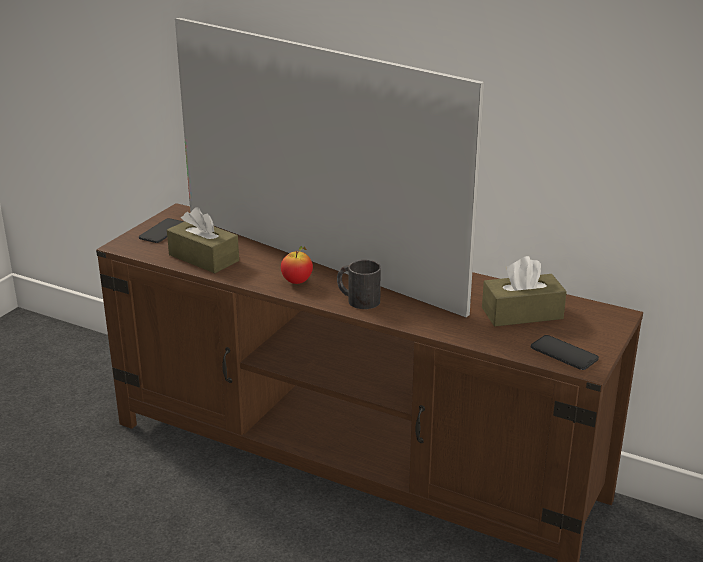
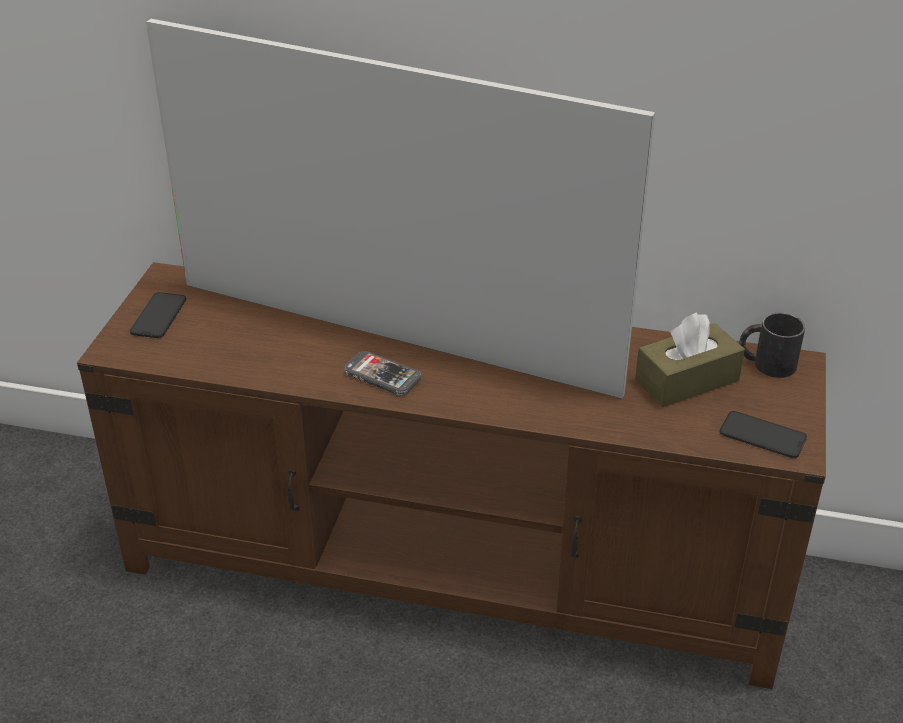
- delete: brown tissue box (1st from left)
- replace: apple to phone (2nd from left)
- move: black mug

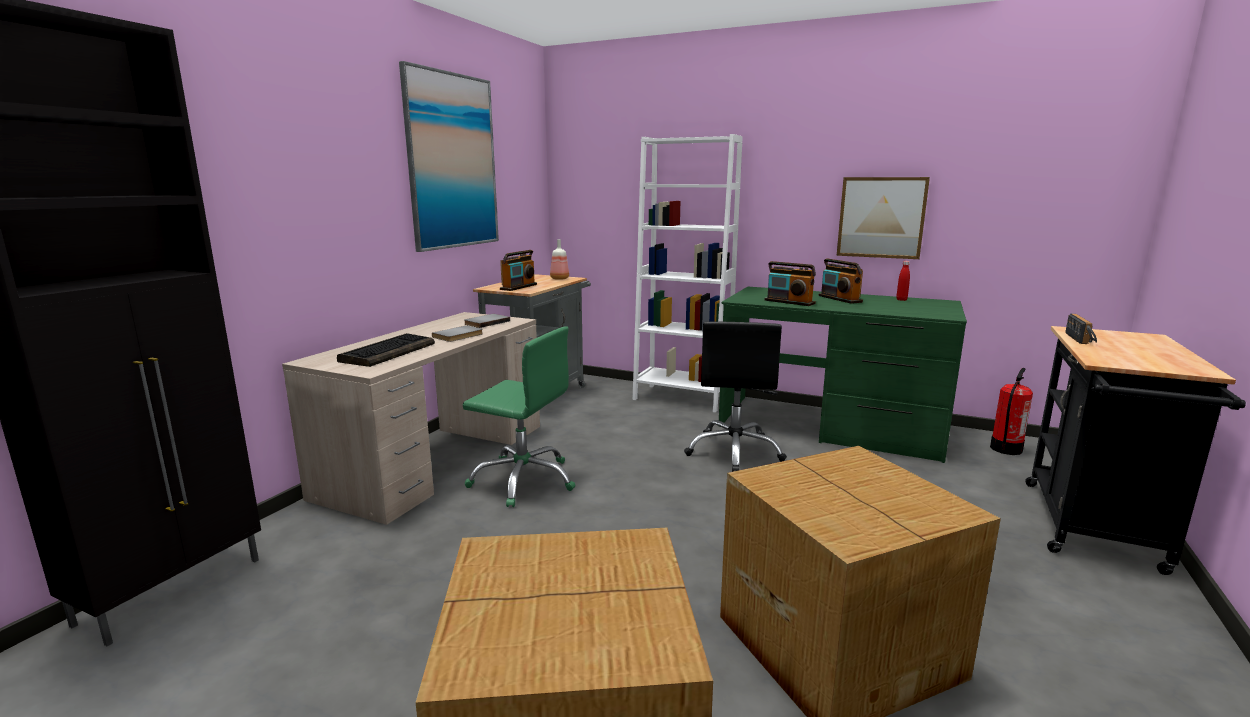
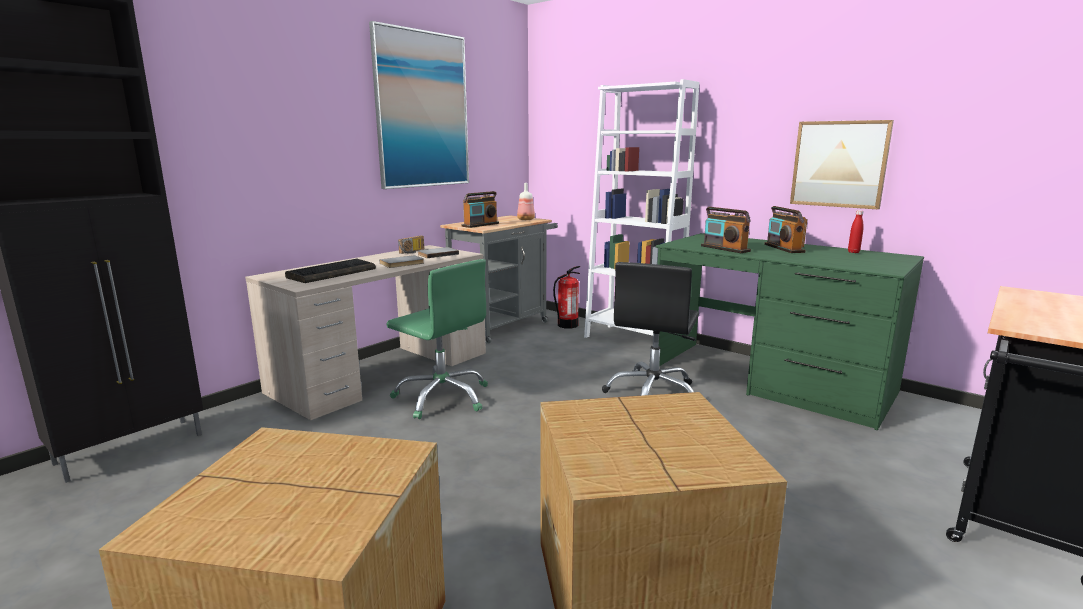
- move: fire extinguisher
- move: radio (4th from left in the first image) to radio (1st from left)

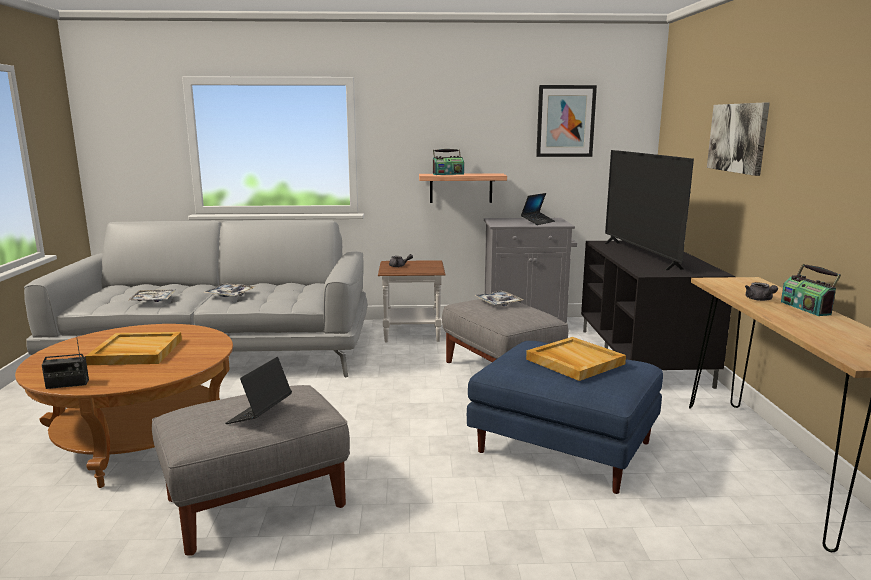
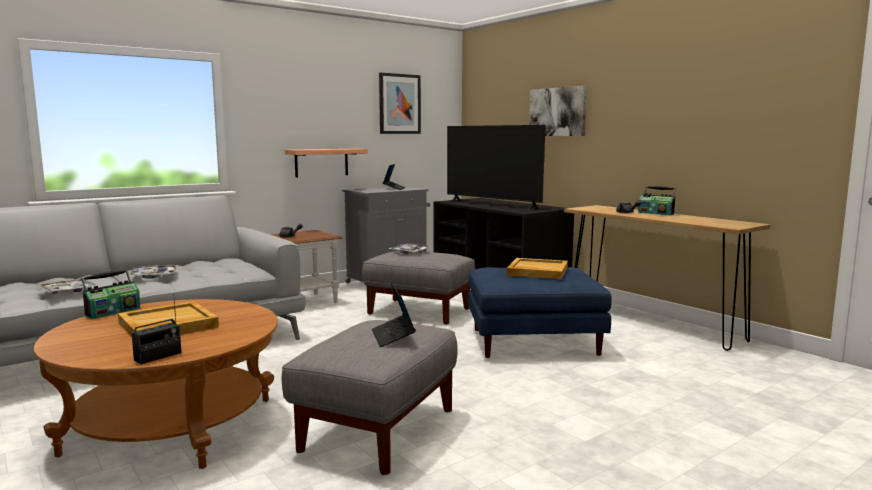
- move: radio (2nd from left in the first image) to radio (1st from left)

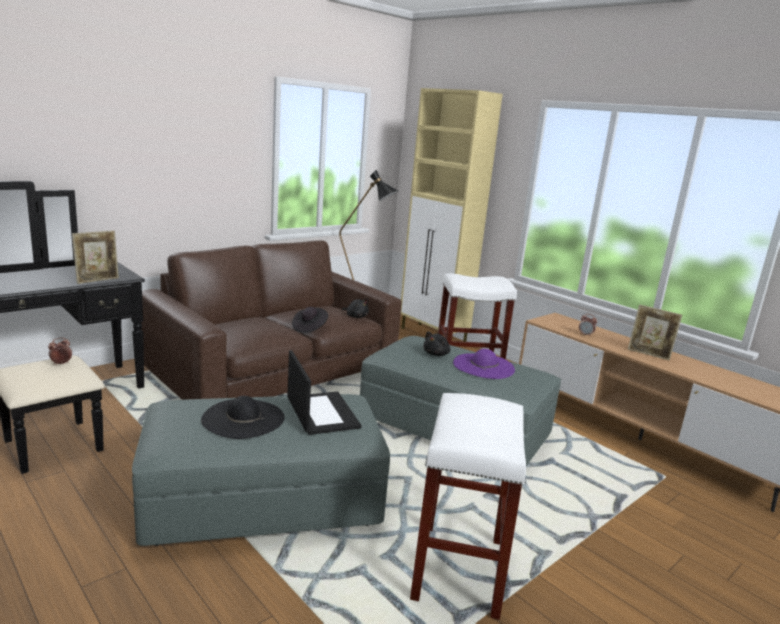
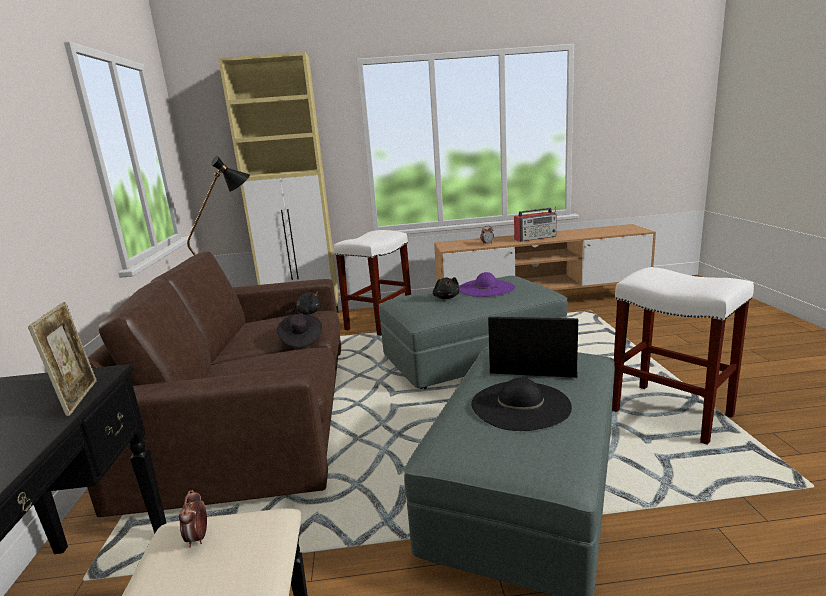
- replace: picture frame (2nd from left) to radio

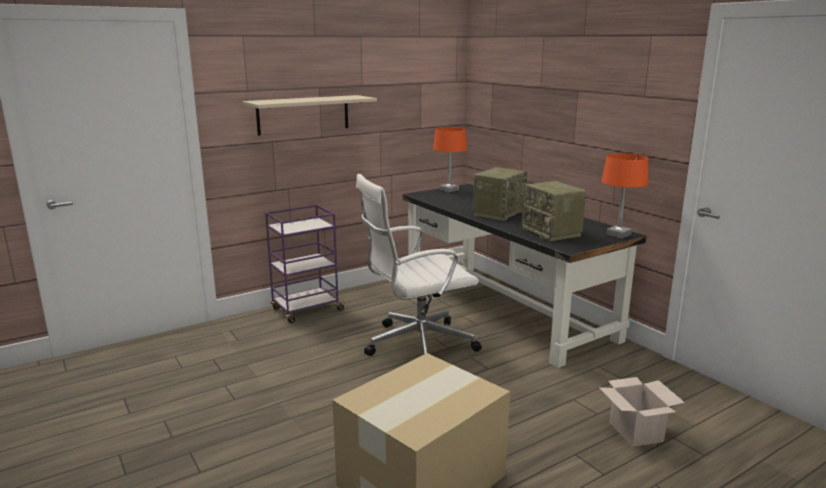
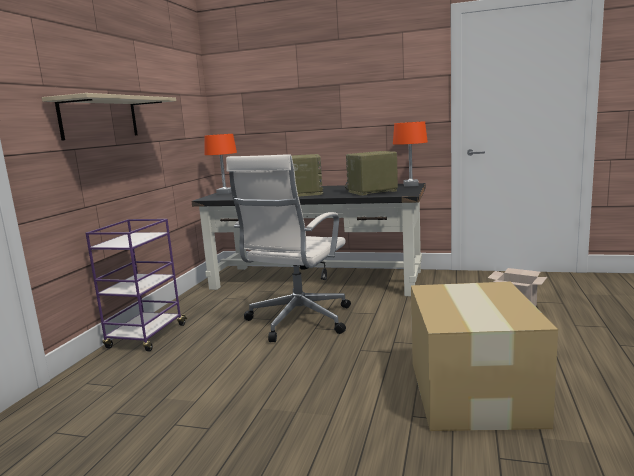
- rotate: radio (2nd from left) 135 degrees clockwise

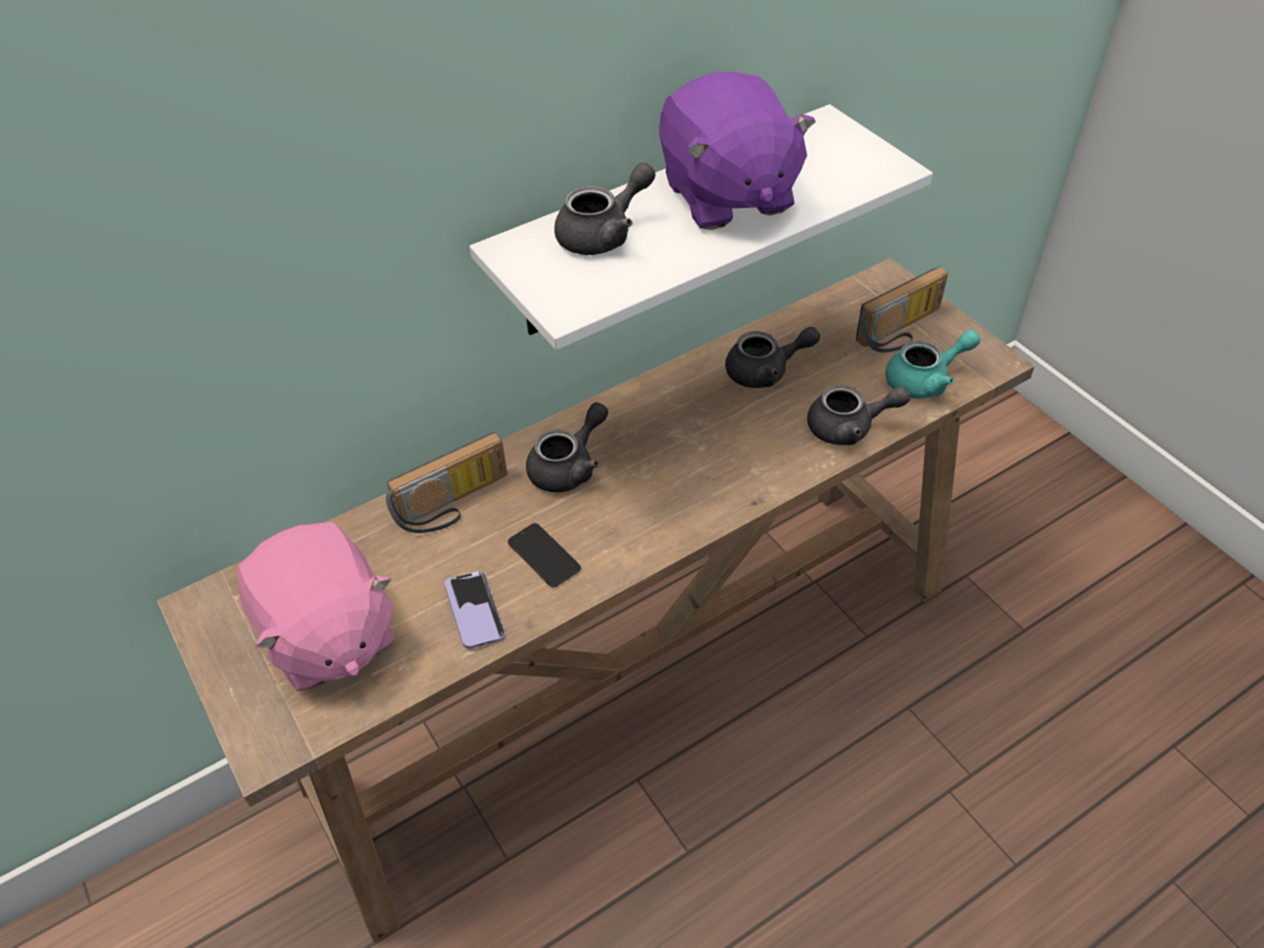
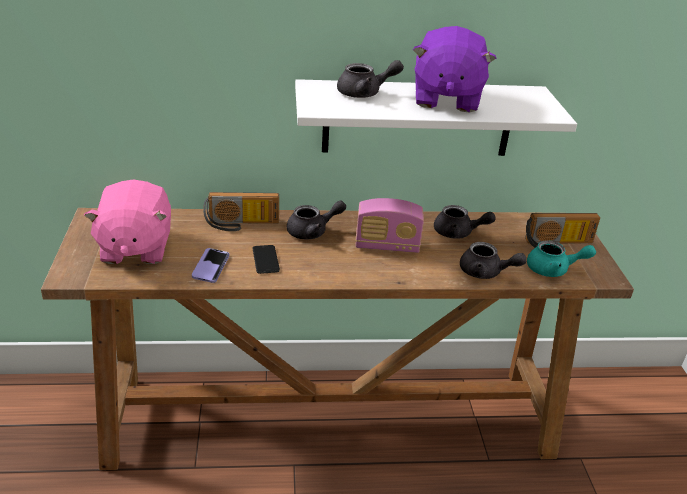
- insert: radio (2nd from left)

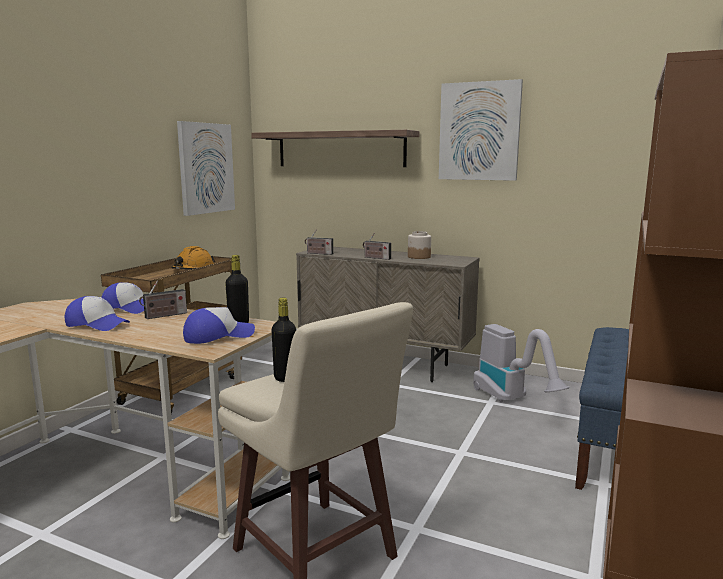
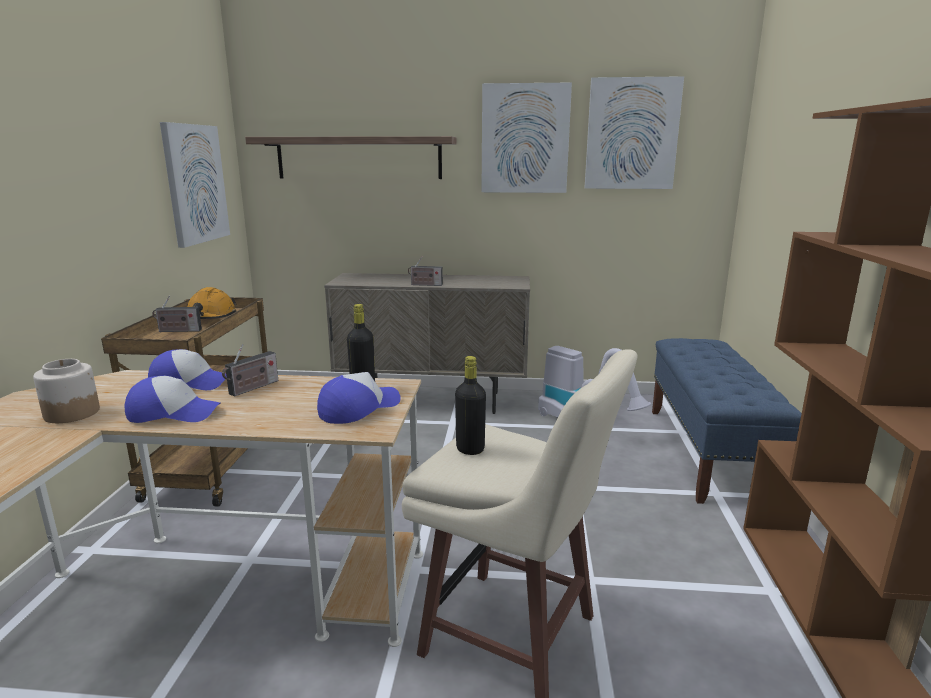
- move: radio (2nd from left in the first image) to radio (1st from left)
- move: jar
- insert: picture (3rd from left)

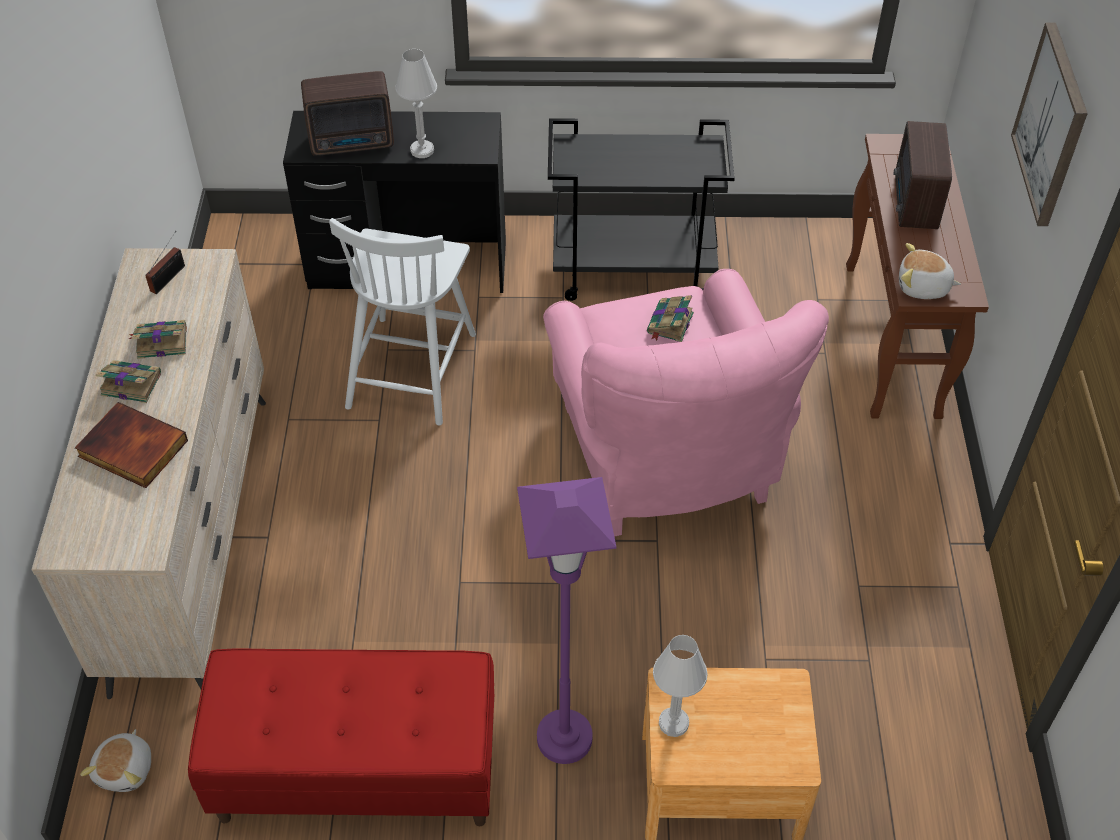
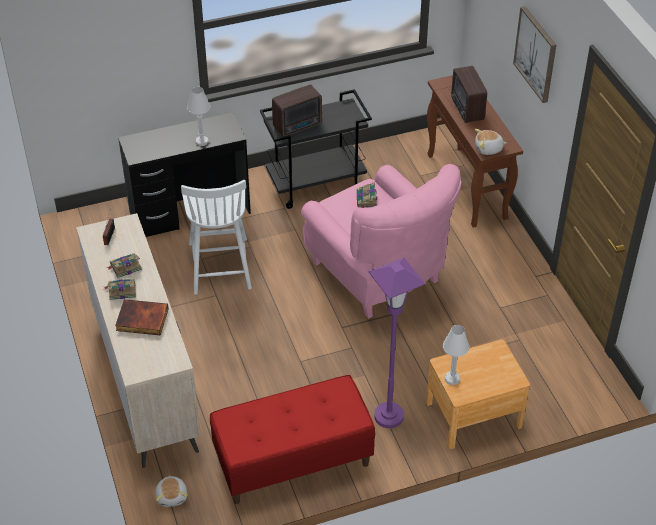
- move: radio (2nd from left)

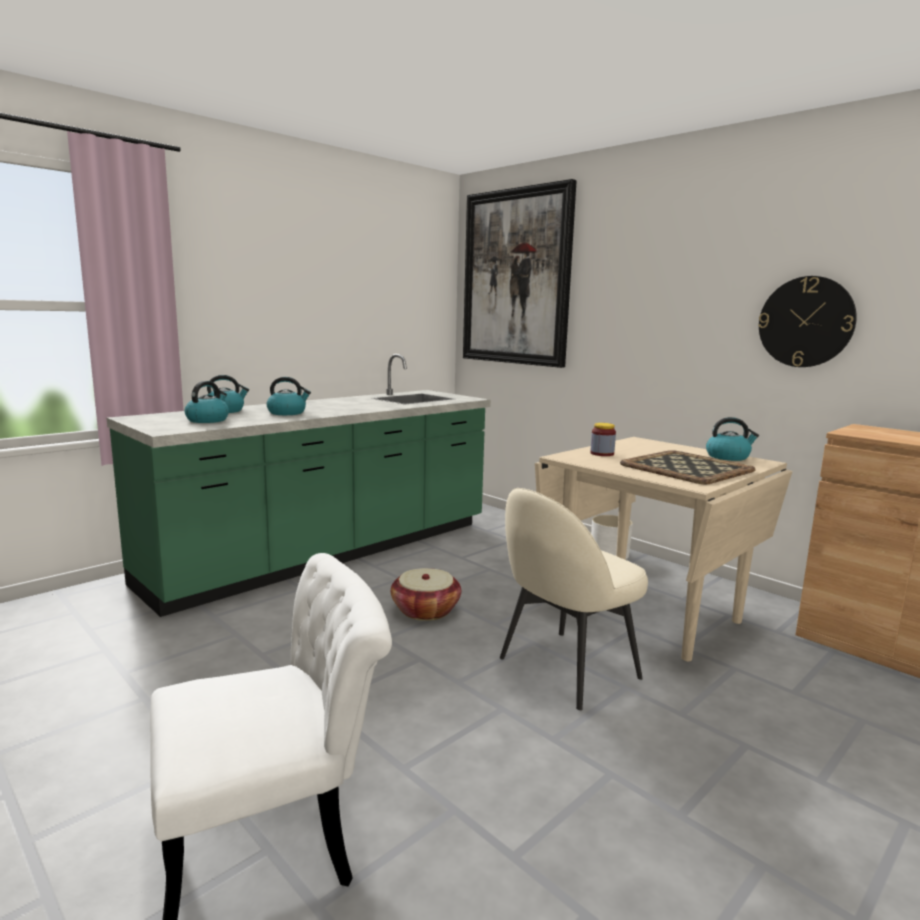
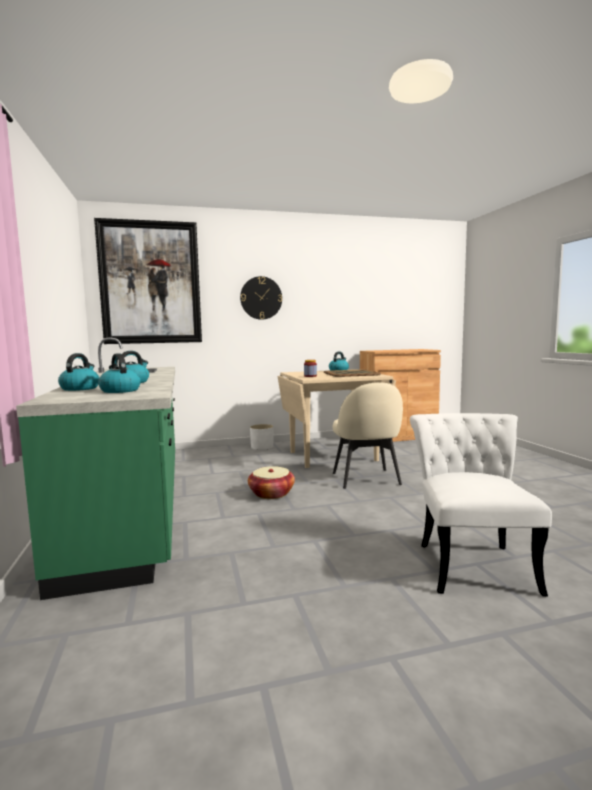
- move: wall clock

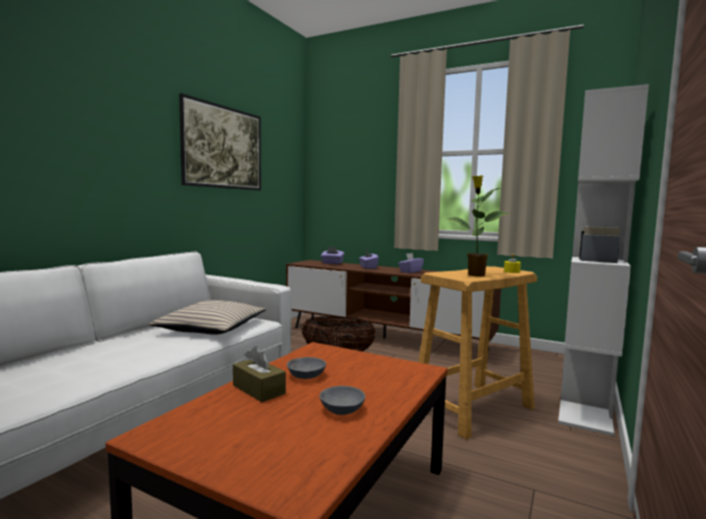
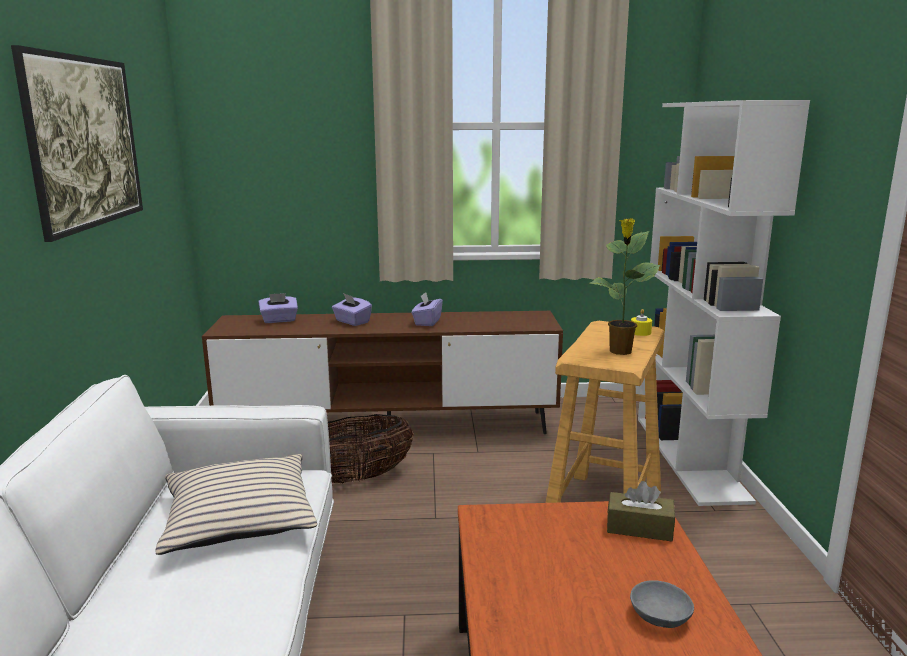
- move: brown tissue box
- delete: grey bowl (1st from left)

